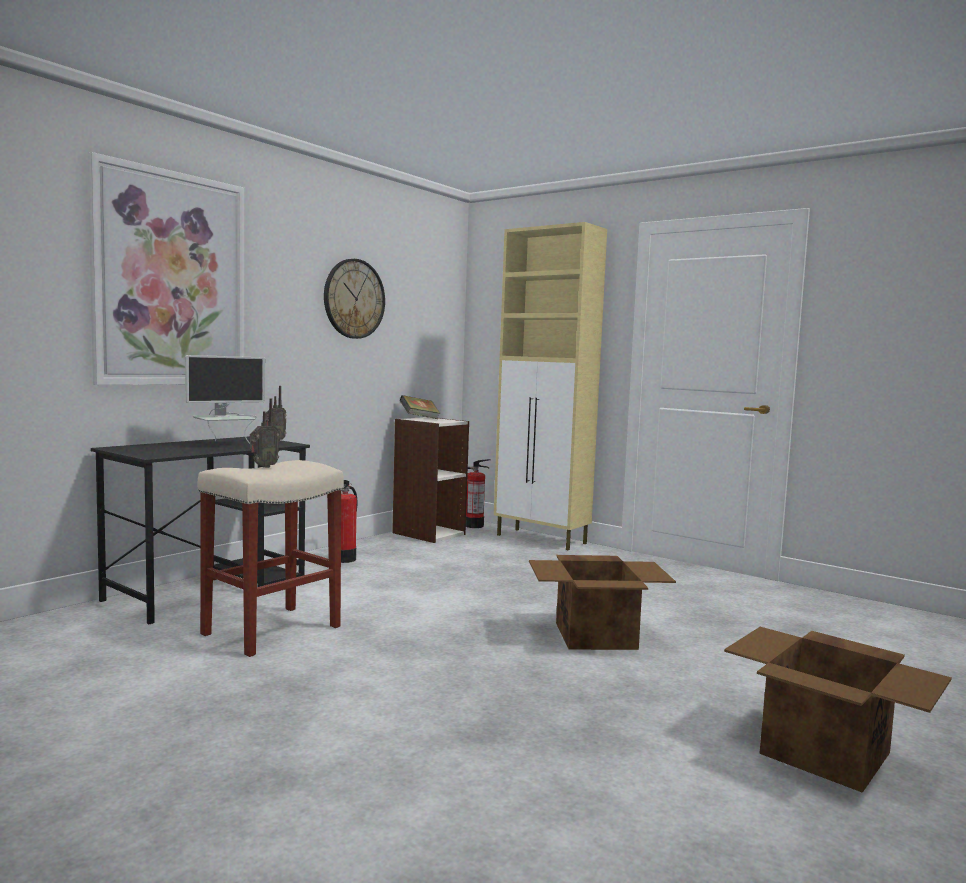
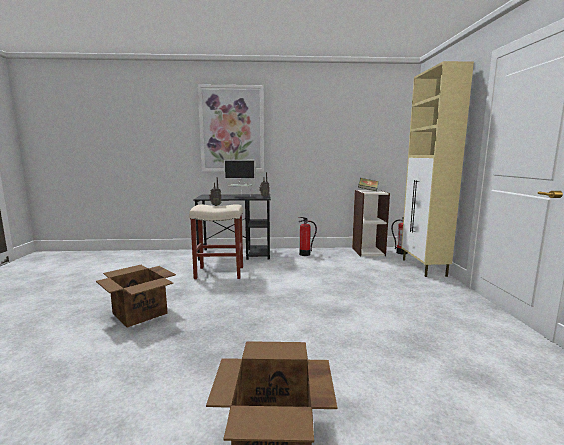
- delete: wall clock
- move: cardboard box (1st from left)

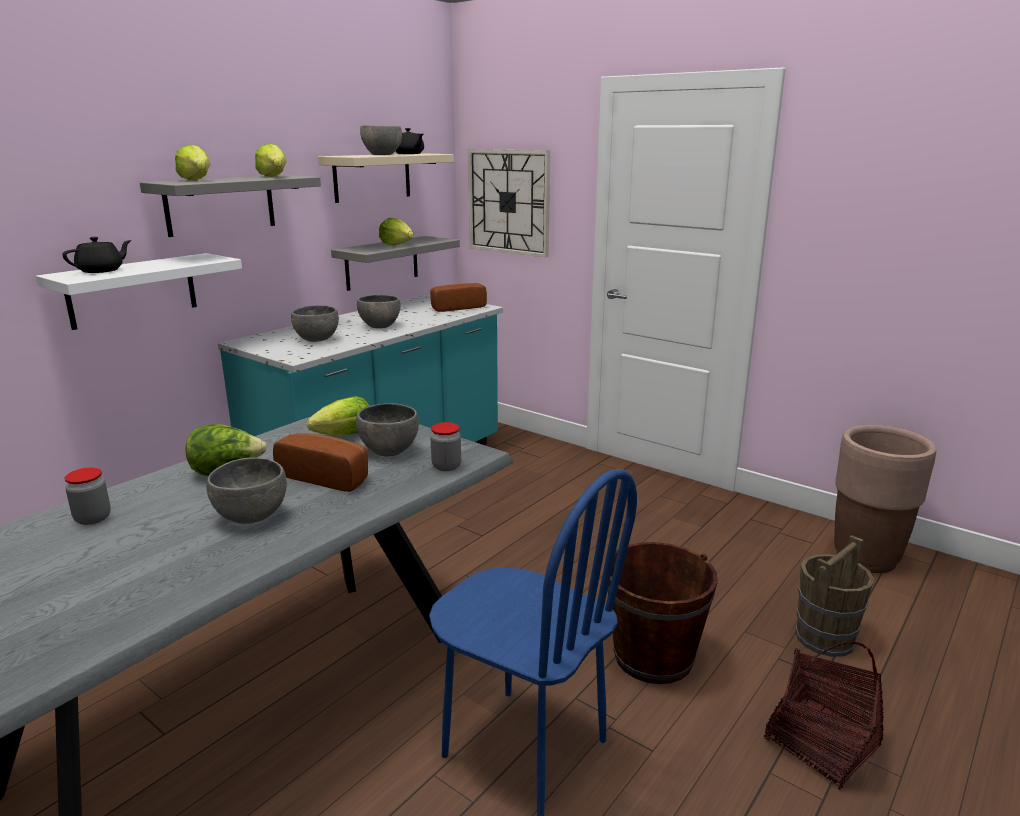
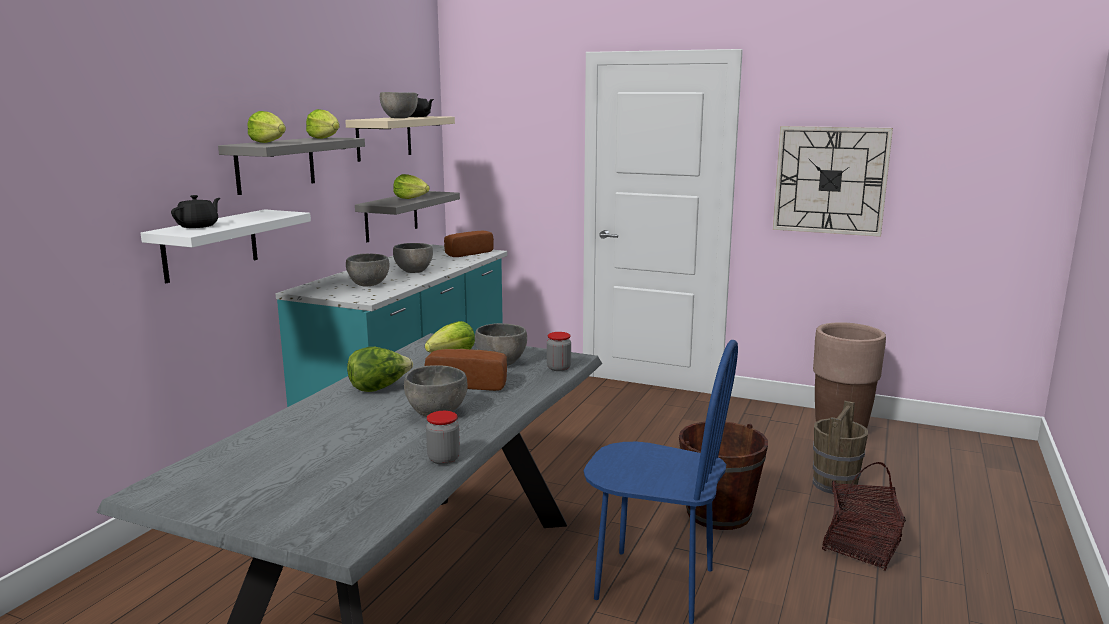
- move: jar (1st from left)
- move: wall clock

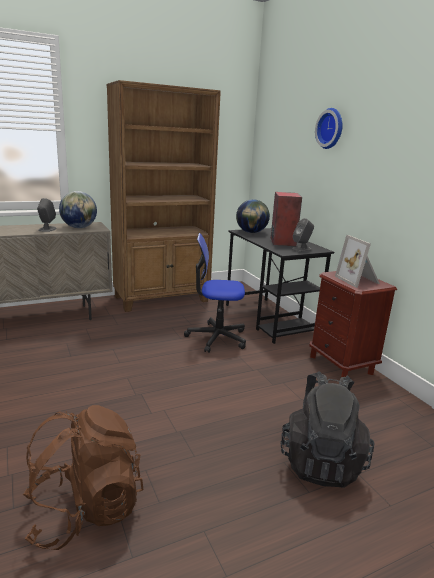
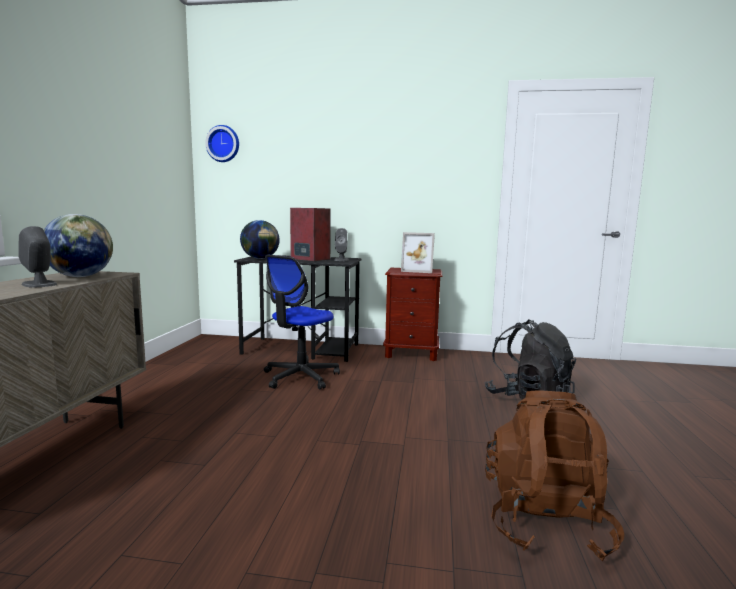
- delete: brown bookcase
- move: wall clock

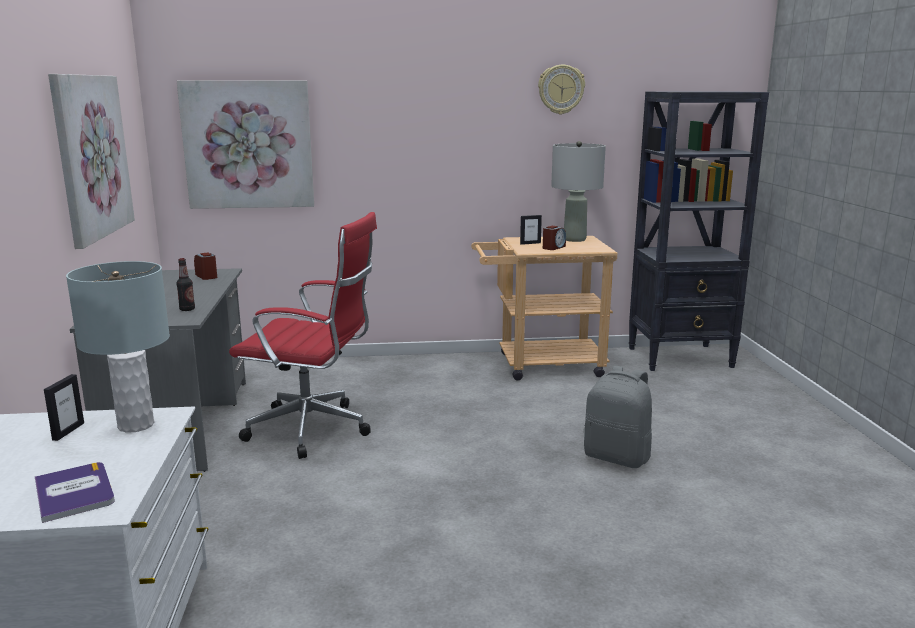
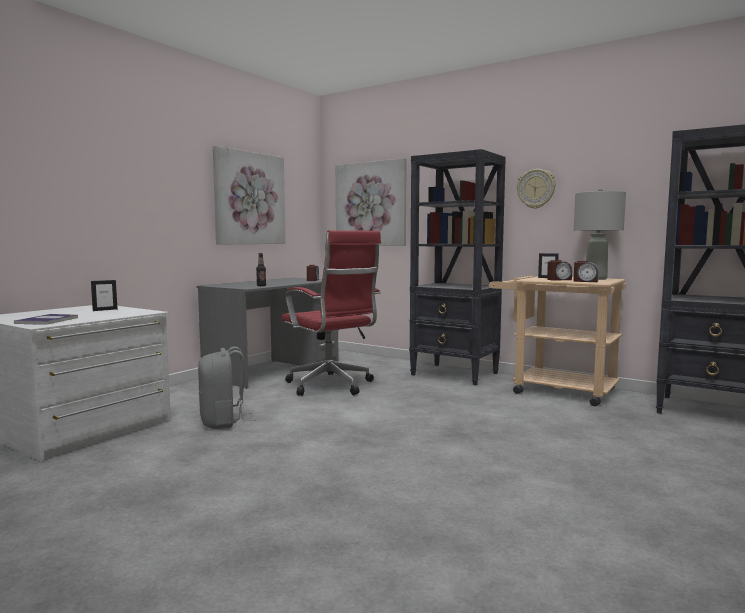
- delete: grey table lamp (1st from left)
- move: wall clock
- move: grey backpack
- insert: black bookcase (1st from left)
- insert: alarm clock (3rd from left)

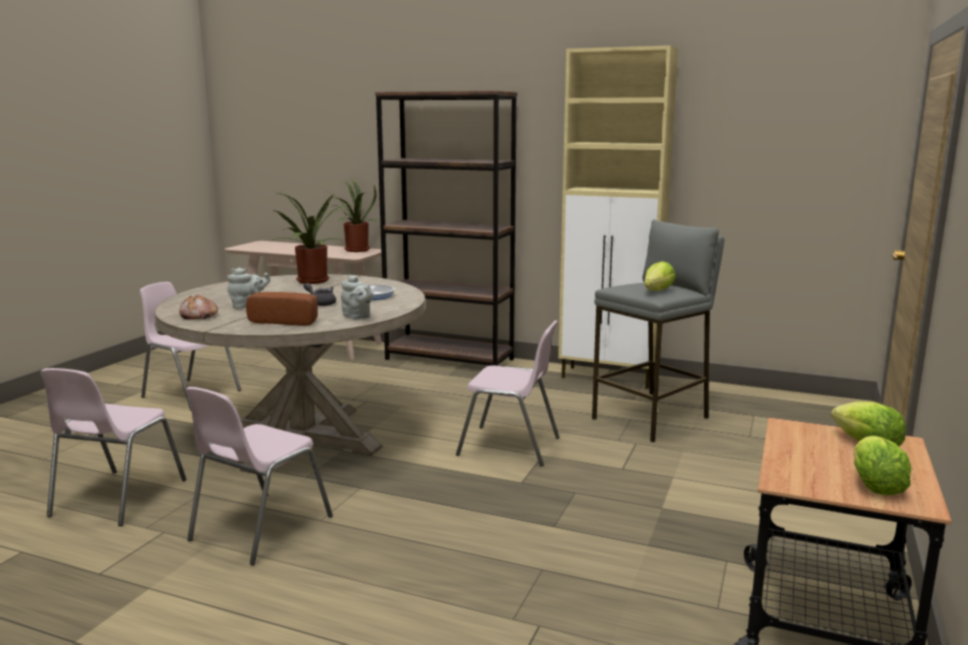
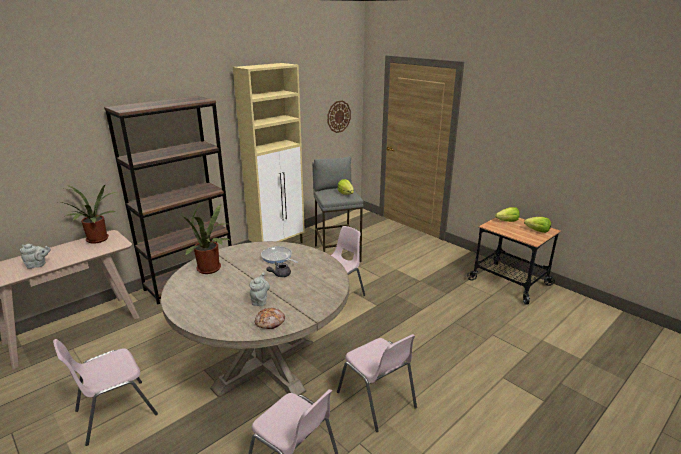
- delete: bread (2nd from left)
- move: grey teapot (3rd from left in the first image) to grey teapot (1st from left)
- insert: wall clock

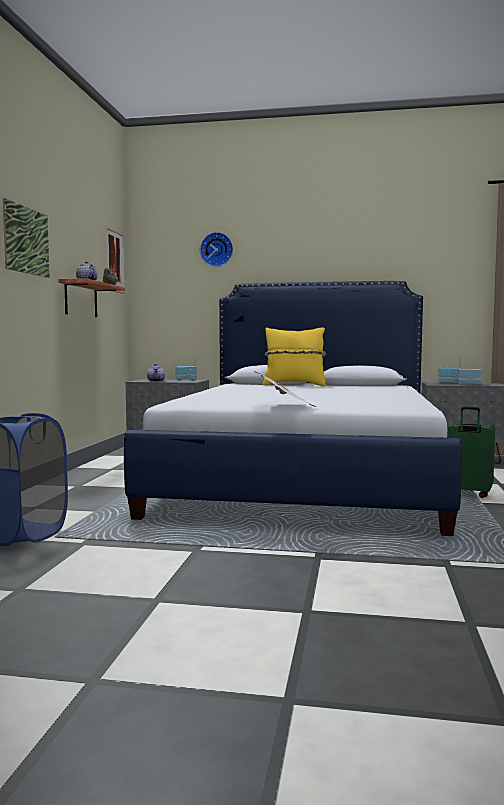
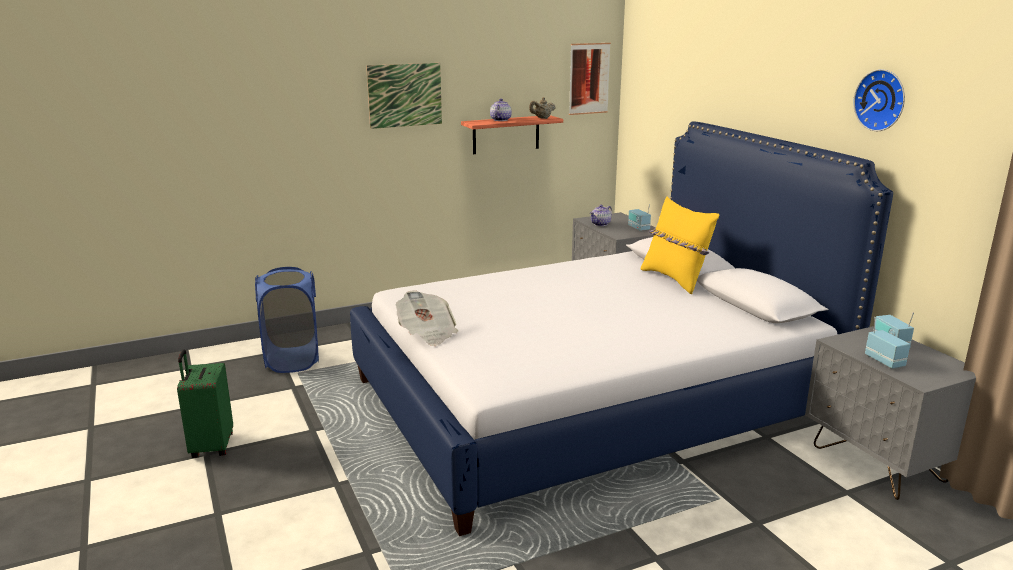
- move: wall clock
- move: green suitcase

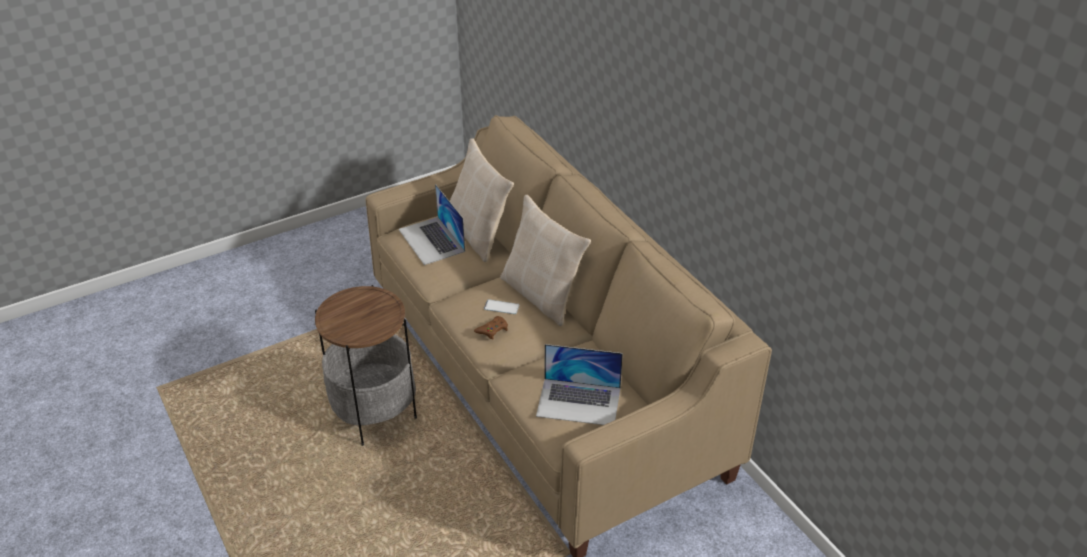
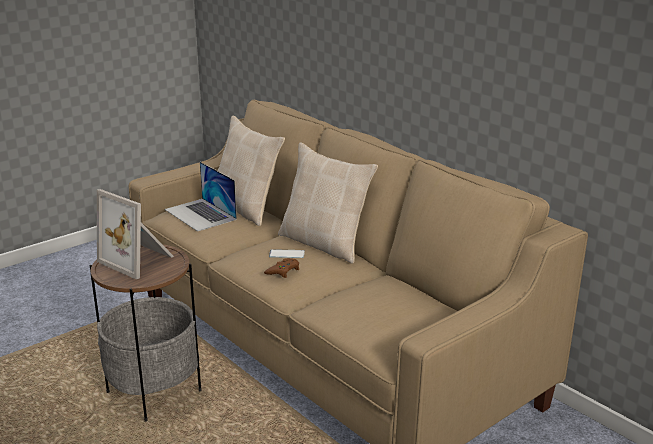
- delete: laptop (2nd from left)
- insert: picture frame

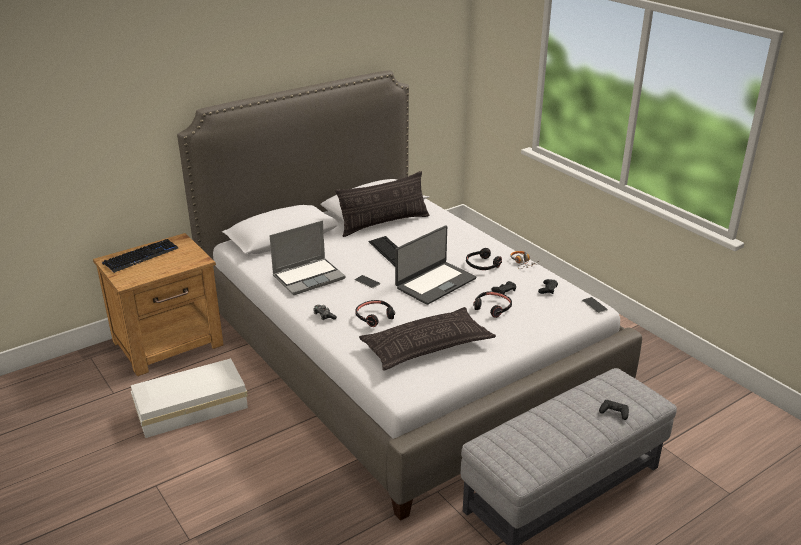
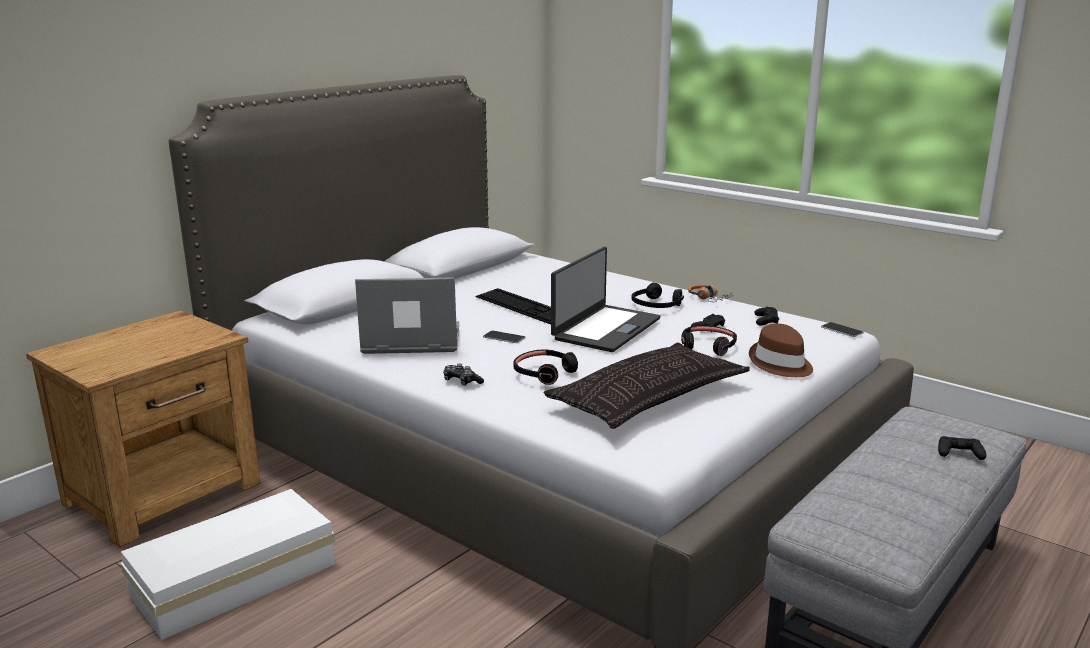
- delete: keyboard (1st from left)
- rotate: laptop (1st from left) 135 degrees counterclockwise
- delete: pillow (1st from left)
- insert: brown hat

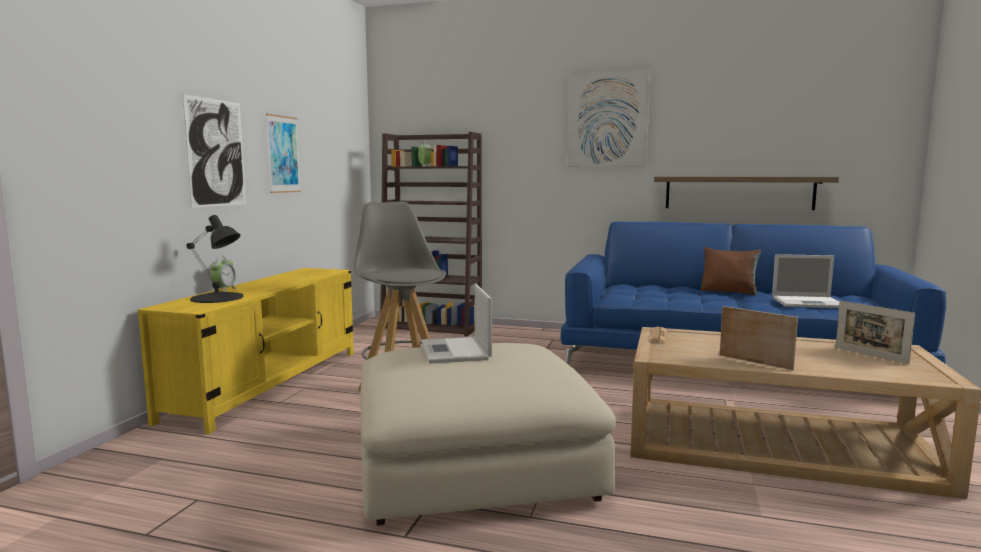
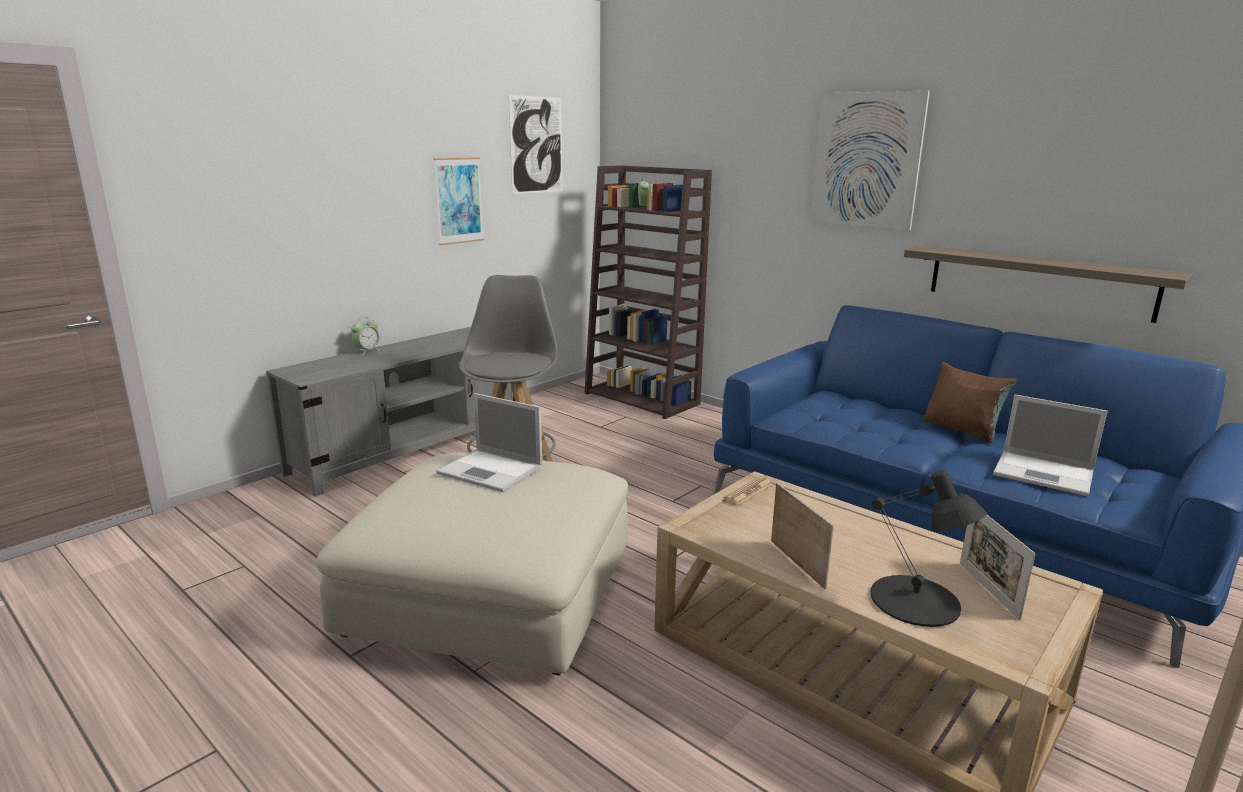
- recolor: yellow tv stand to grey tv stand
- move: picture (1st from left in the first image) to picture (2nd from left)
- move: black table lamp
- rotate: laptop (1st from left) 75 degrees counterclockwise

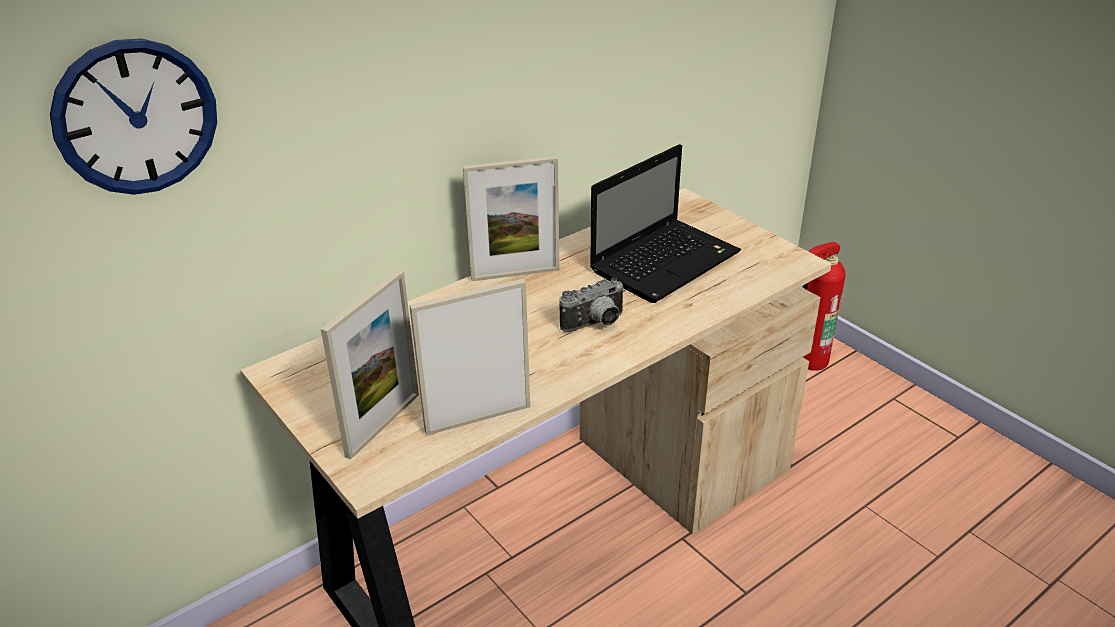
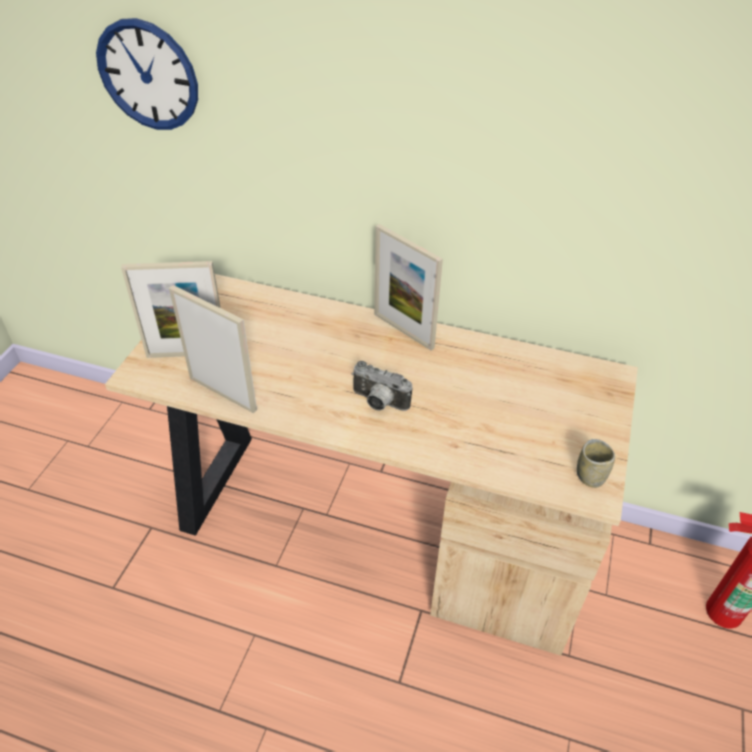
- delete: laptop
- insert: cup

